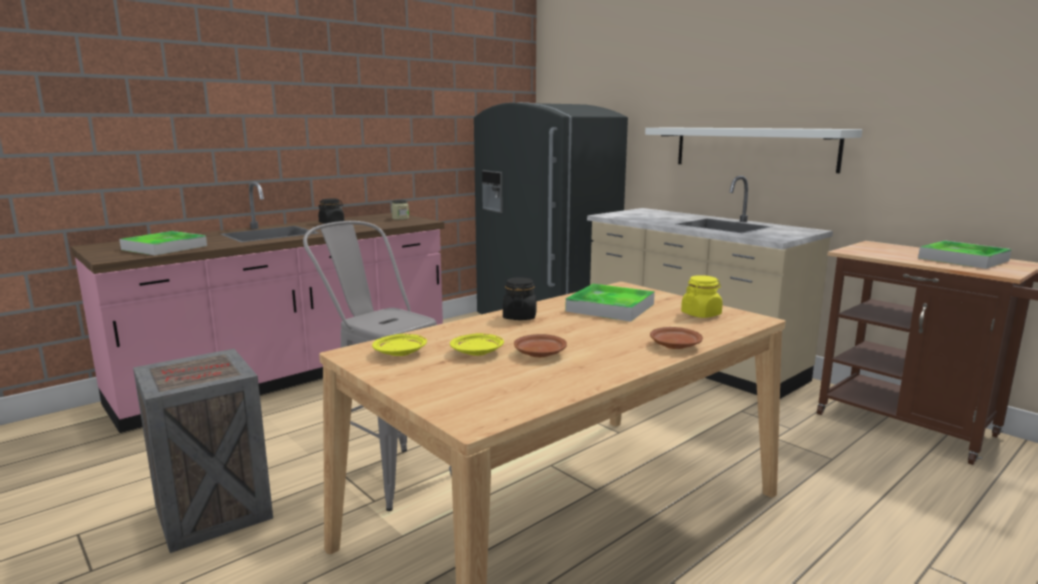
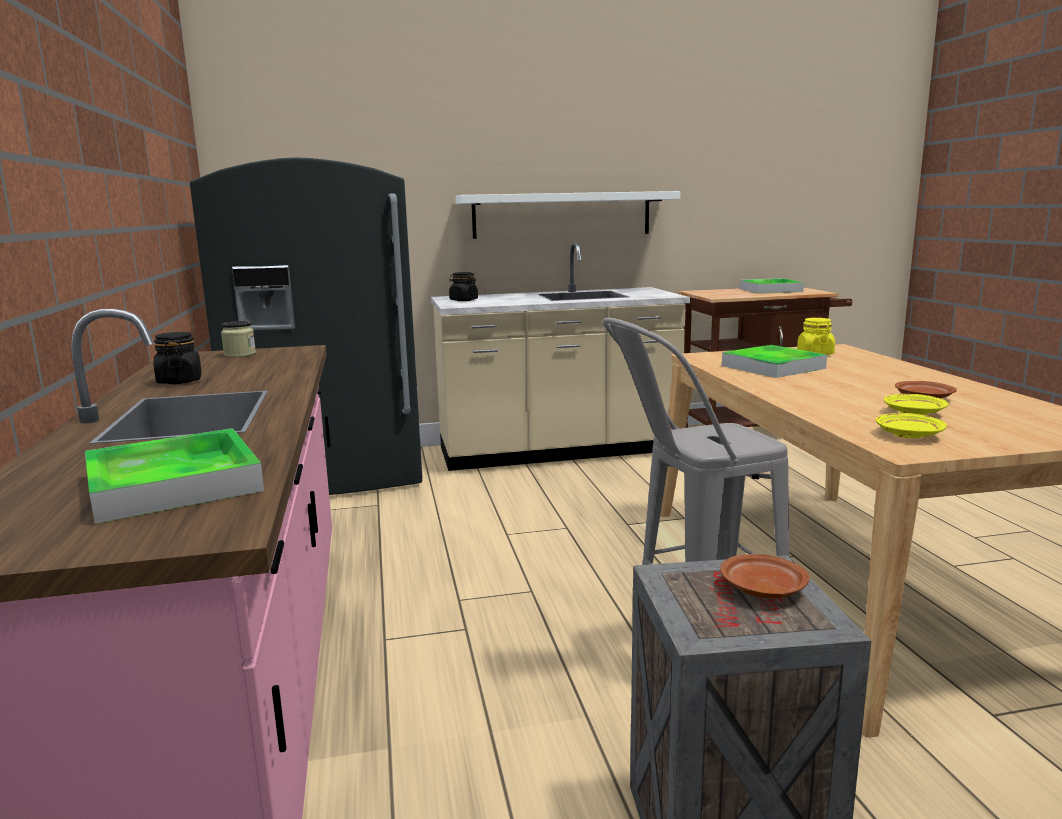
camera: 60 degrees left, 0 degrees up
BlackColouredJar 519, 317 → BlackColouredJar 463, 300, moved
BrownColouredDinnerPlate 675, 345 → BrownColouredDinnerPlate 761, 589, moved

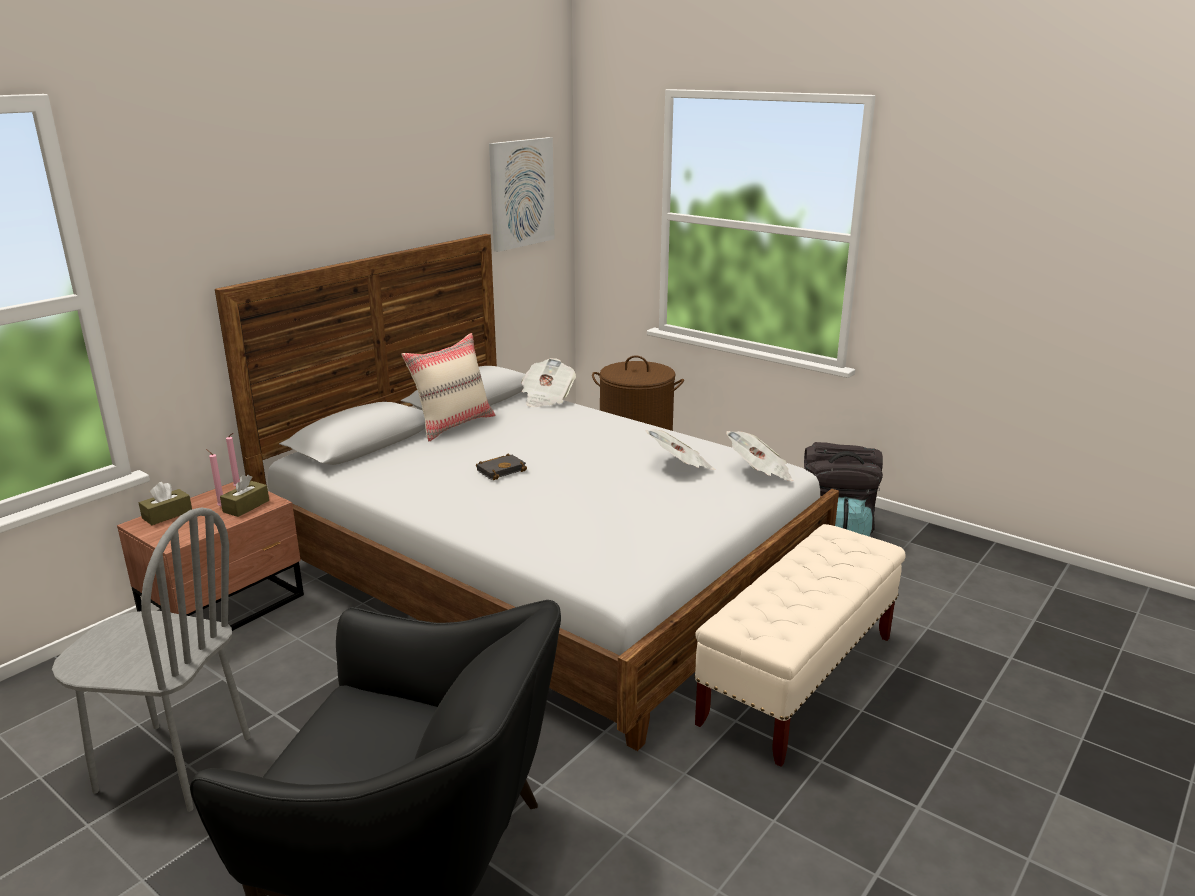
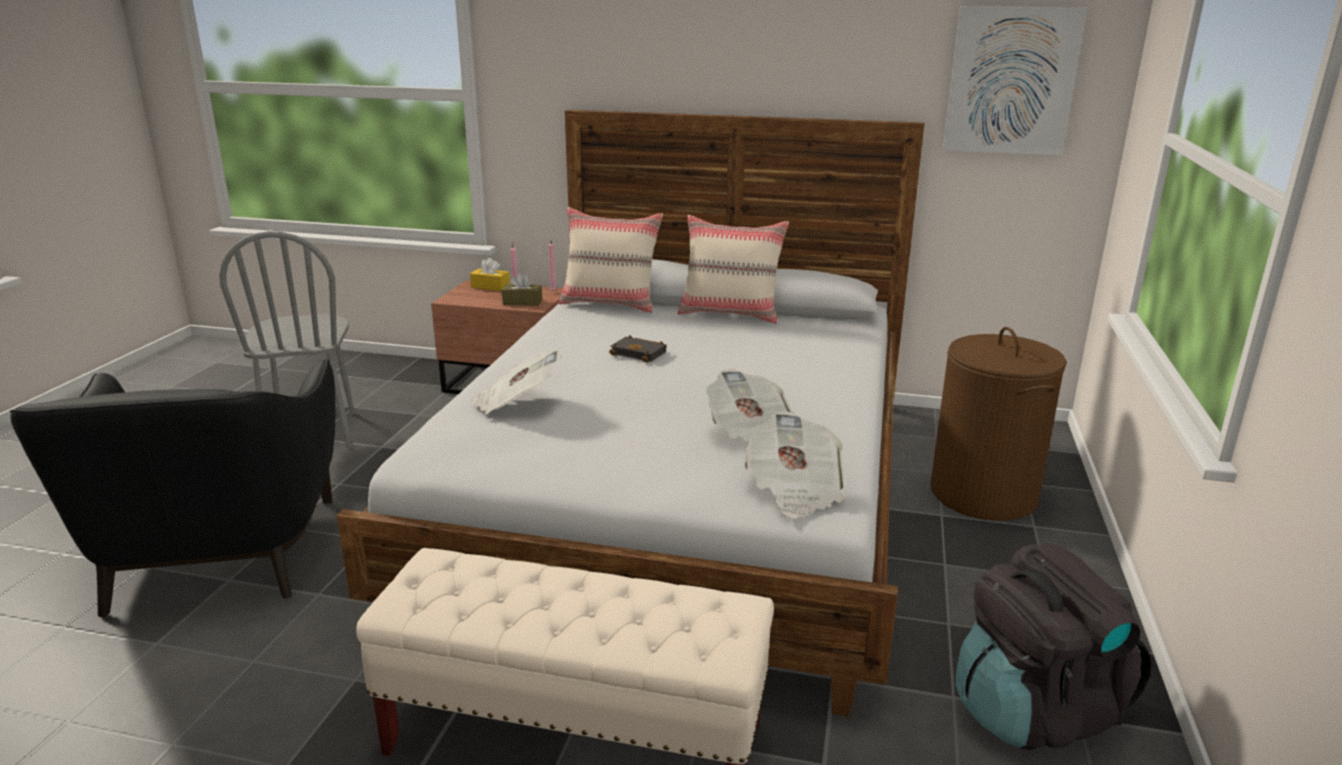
camera: 65 degrees right, 0 degrees up
BrownColouredTissueBox 167, 514 → YellowTissueBox 490, 287
PrintedPaper 546, 398 → PrintedPaper 516, 403, moved
- → BeigeColouredPillow 610, 303

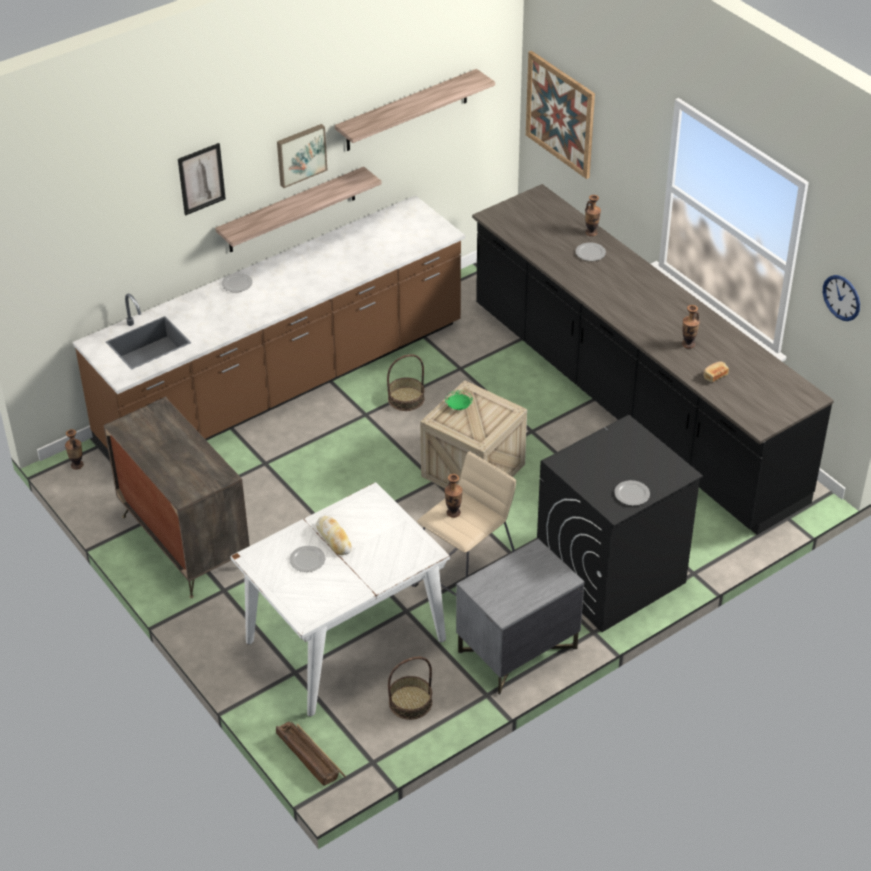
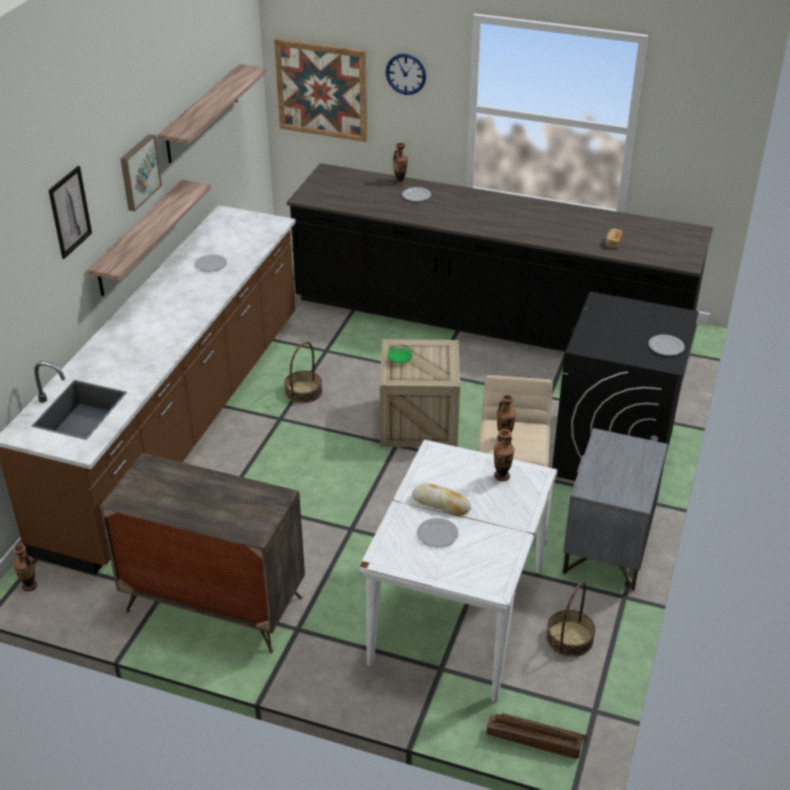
camera: 35 degrees left, 5 degrees down
DinnerPlate 236, 284 → DinnerPlate 210, 265, moved
DecorativeVase 688, 344 → DecorativeVase 502, 476, moved
HangingClock 841, 297 → HangingClock 406, 74, moved

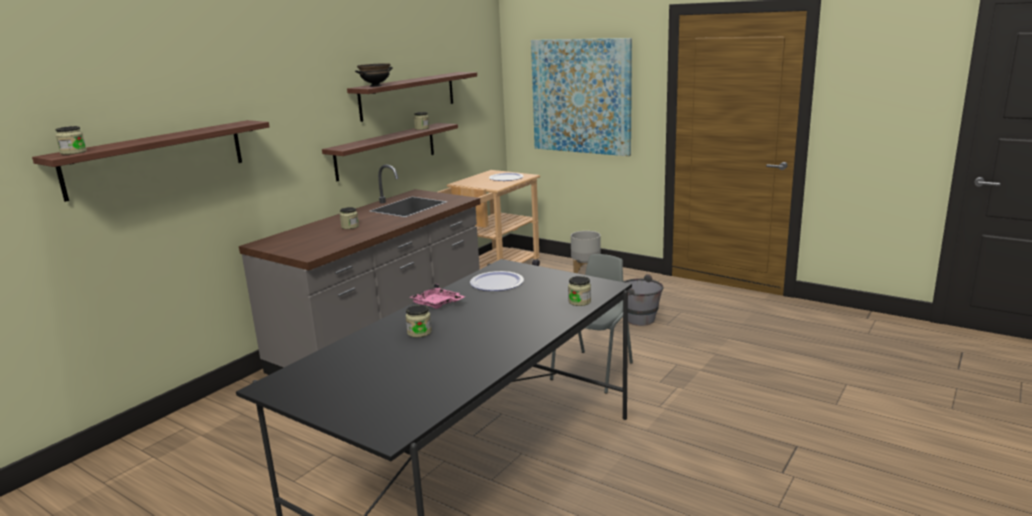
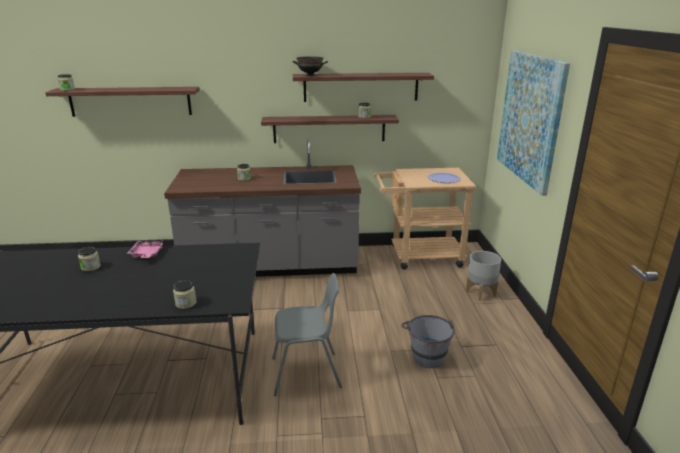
camera: 50 degrees right, 5 degrees up
DinnerPlate 497, 283 → -

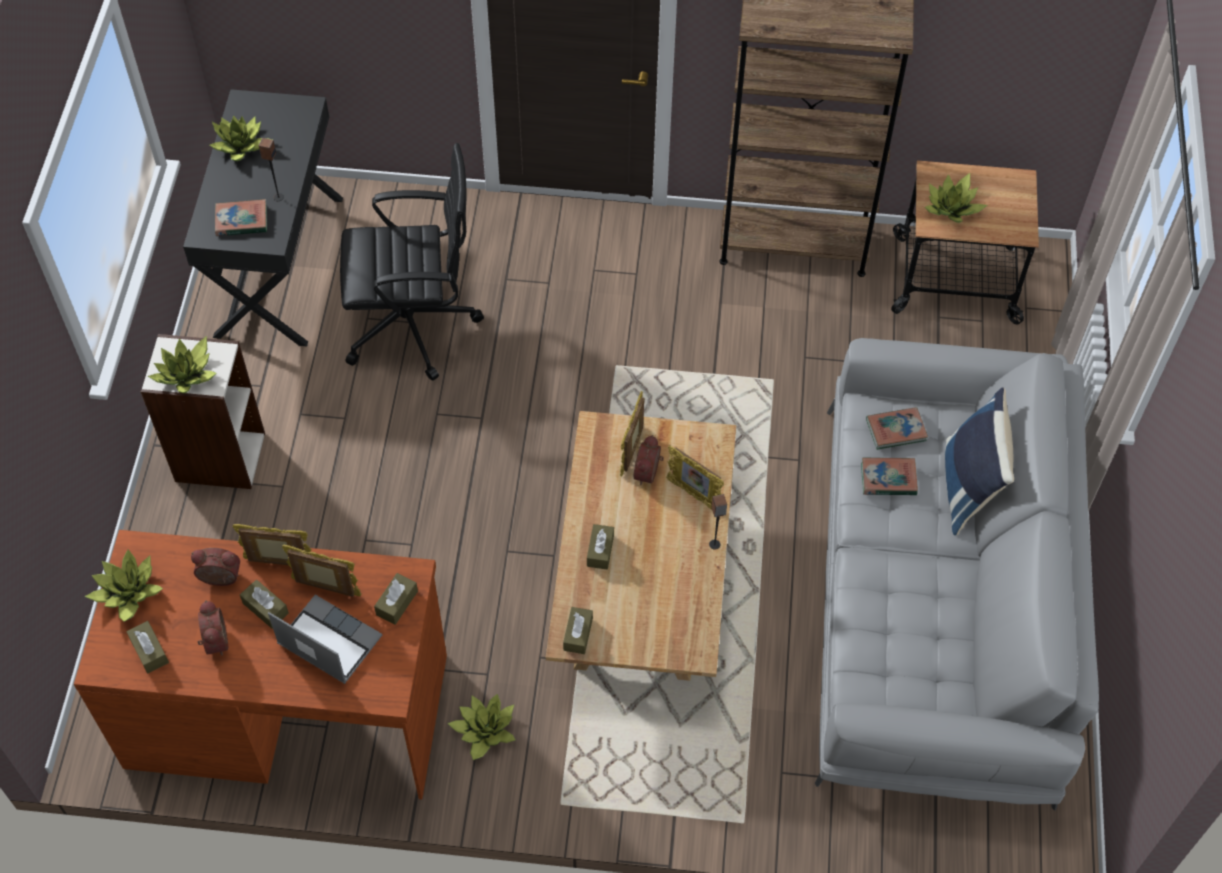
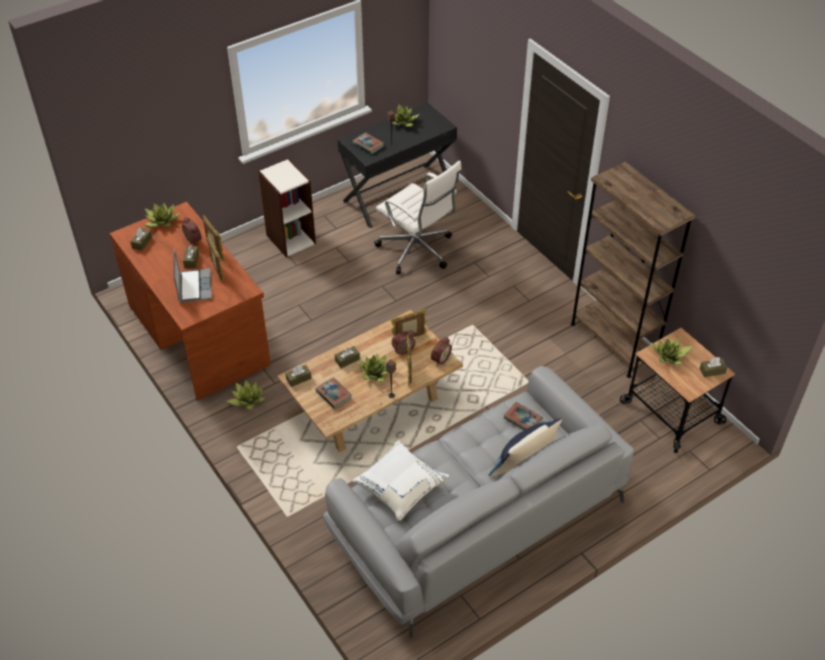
camera: 50 degrees right, 10 degrees down
PottedPlant 186, 374 → PottedPlant 376, 373, moved
TableClock 214, 641 → TableClock 439, 359, moved
BlackColouredDeskChair 414, 325 → WhiteDeskChair 417, 251
BrownColouredTissueBox 397, 603 → BrownColouredTissueBox 712, 371, moved
BoundBook 888, 479 → BoundBook 333, 395, moved
- → WhitePillow 400, 487

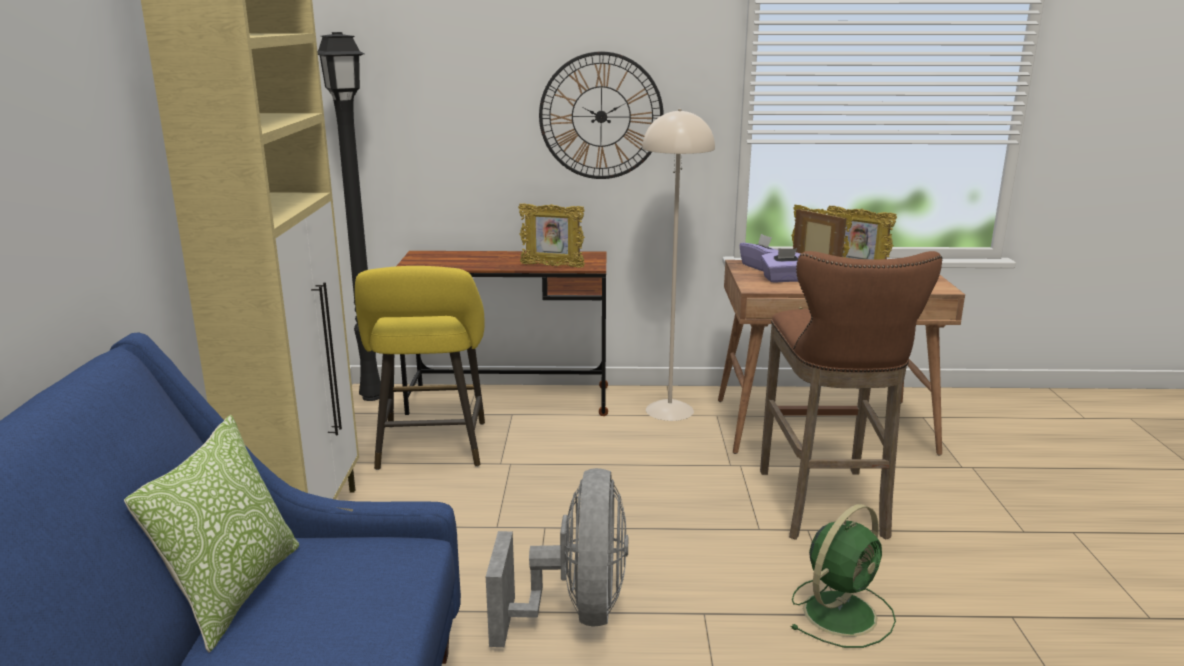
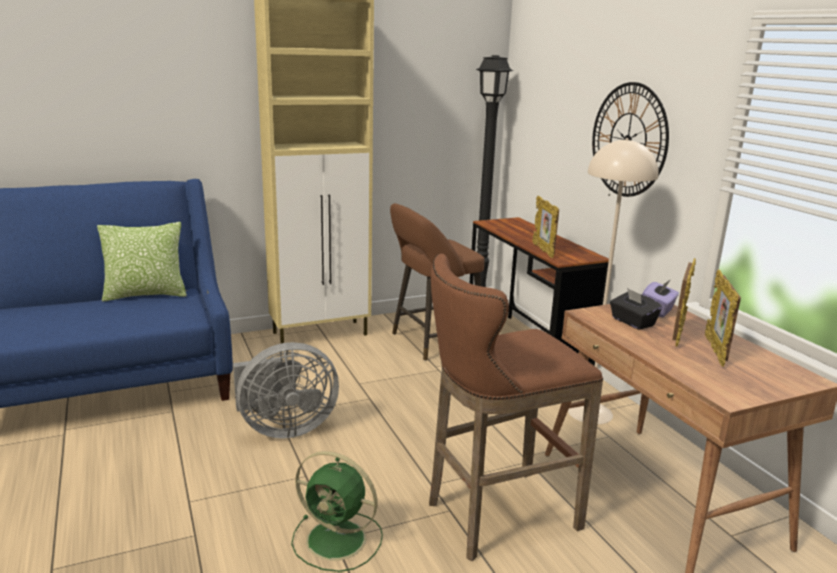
camera: 65 degrees right, 0 degrees up
YellowSittingStool 431, 449 → BrownColouredSittingStool 432, 342
PurpleTissueBox 784, 279 → BlackColouredTissueBox 632, 322

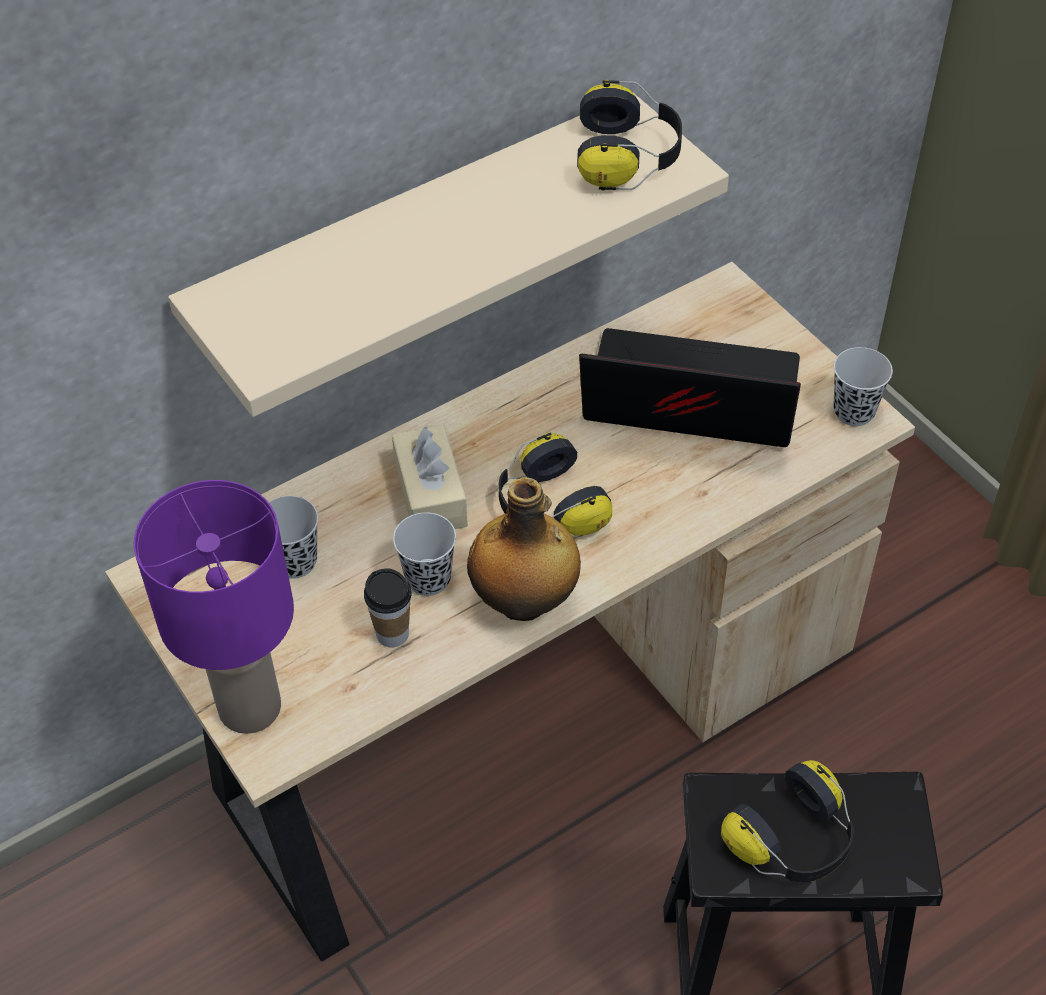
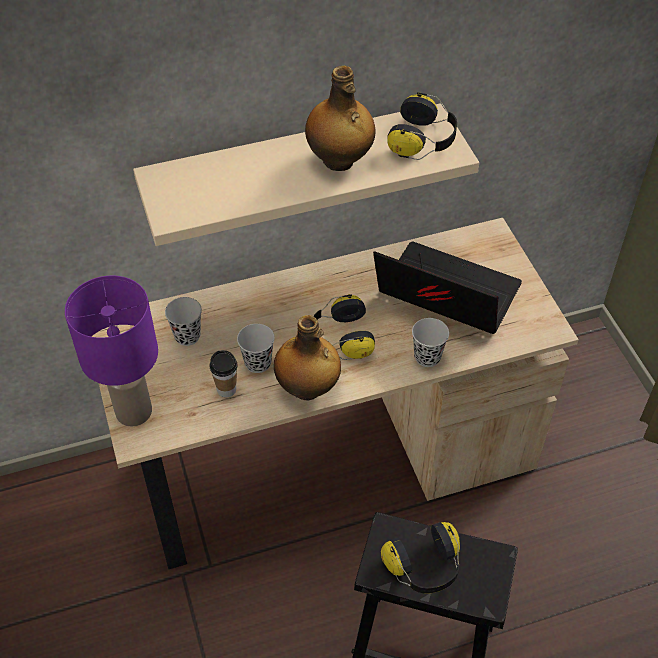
camera: 15 degrees right, 0 degrees up
BeigeColouredTissueBox 430, 494 → -
BlackColouredCup 853, 412 → BlackColouredCup 427, 357, moved
- → Bottle 339, 161

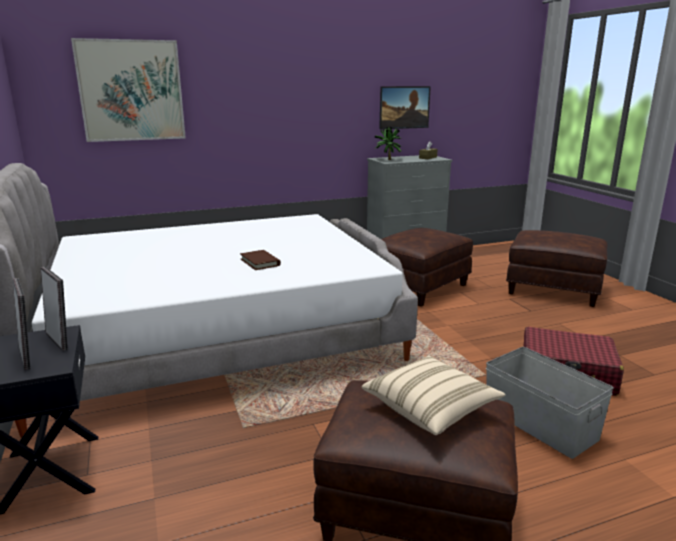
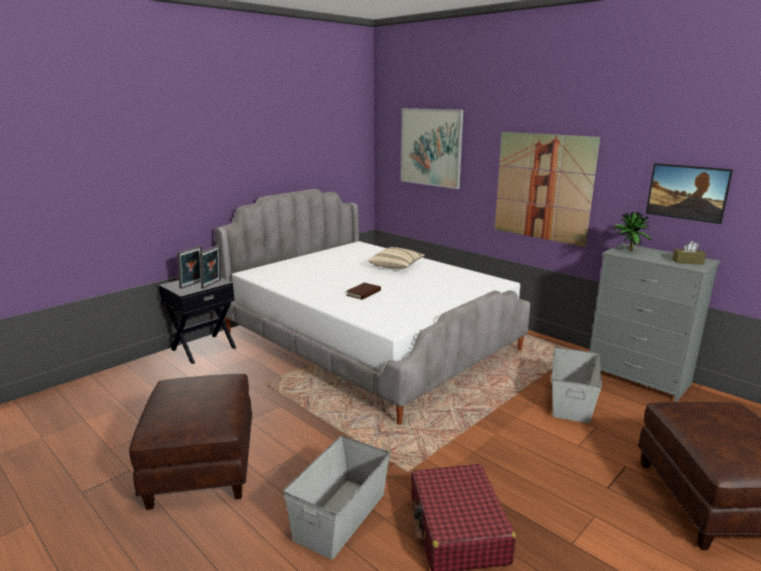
camera: 65 degrees right, 0 degrees up
BeigeColouredPillow 431, 409 → BeigeColouredPillow 396, 267, moved
BrownColouredFootrest 420, 288 → GrayStorageContainer 571, 401
- → WallArt 542, 187

